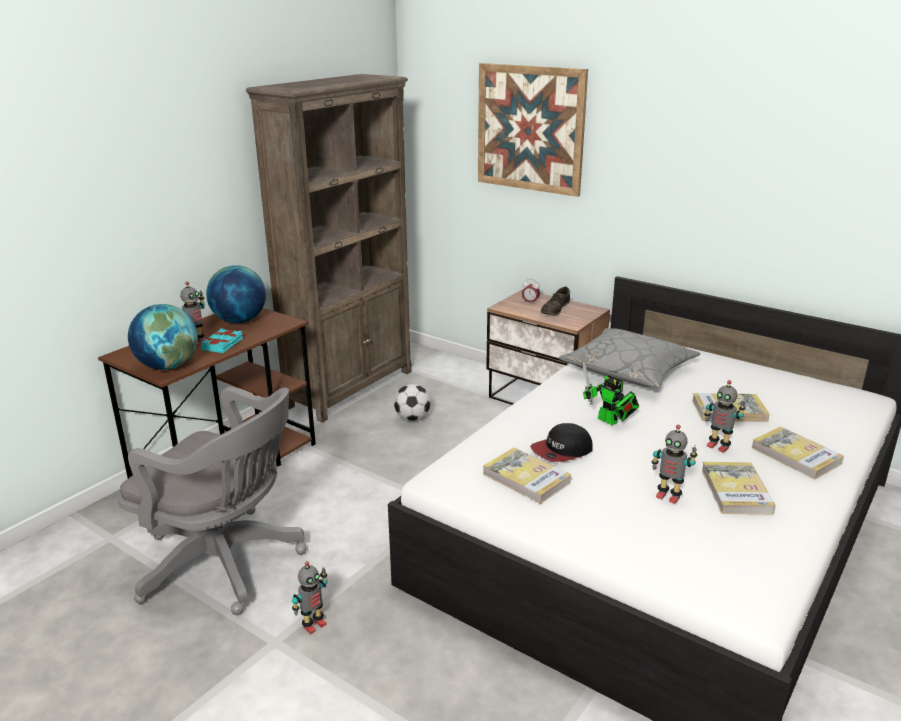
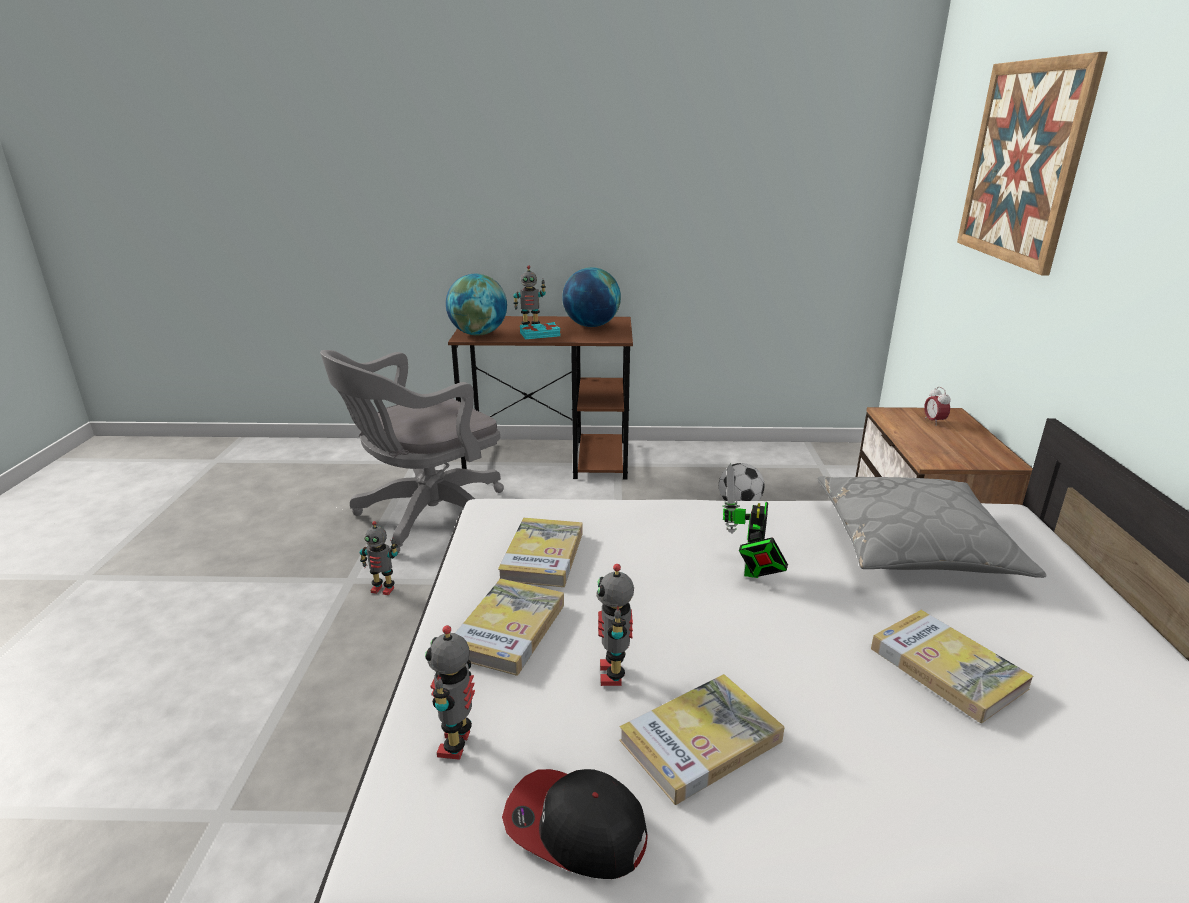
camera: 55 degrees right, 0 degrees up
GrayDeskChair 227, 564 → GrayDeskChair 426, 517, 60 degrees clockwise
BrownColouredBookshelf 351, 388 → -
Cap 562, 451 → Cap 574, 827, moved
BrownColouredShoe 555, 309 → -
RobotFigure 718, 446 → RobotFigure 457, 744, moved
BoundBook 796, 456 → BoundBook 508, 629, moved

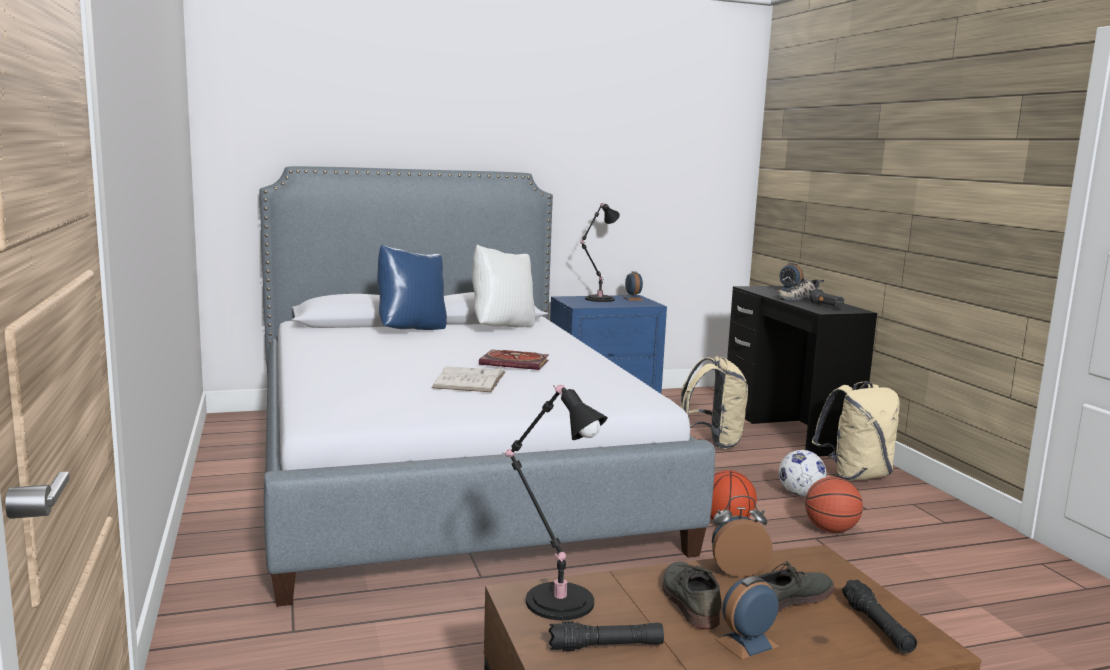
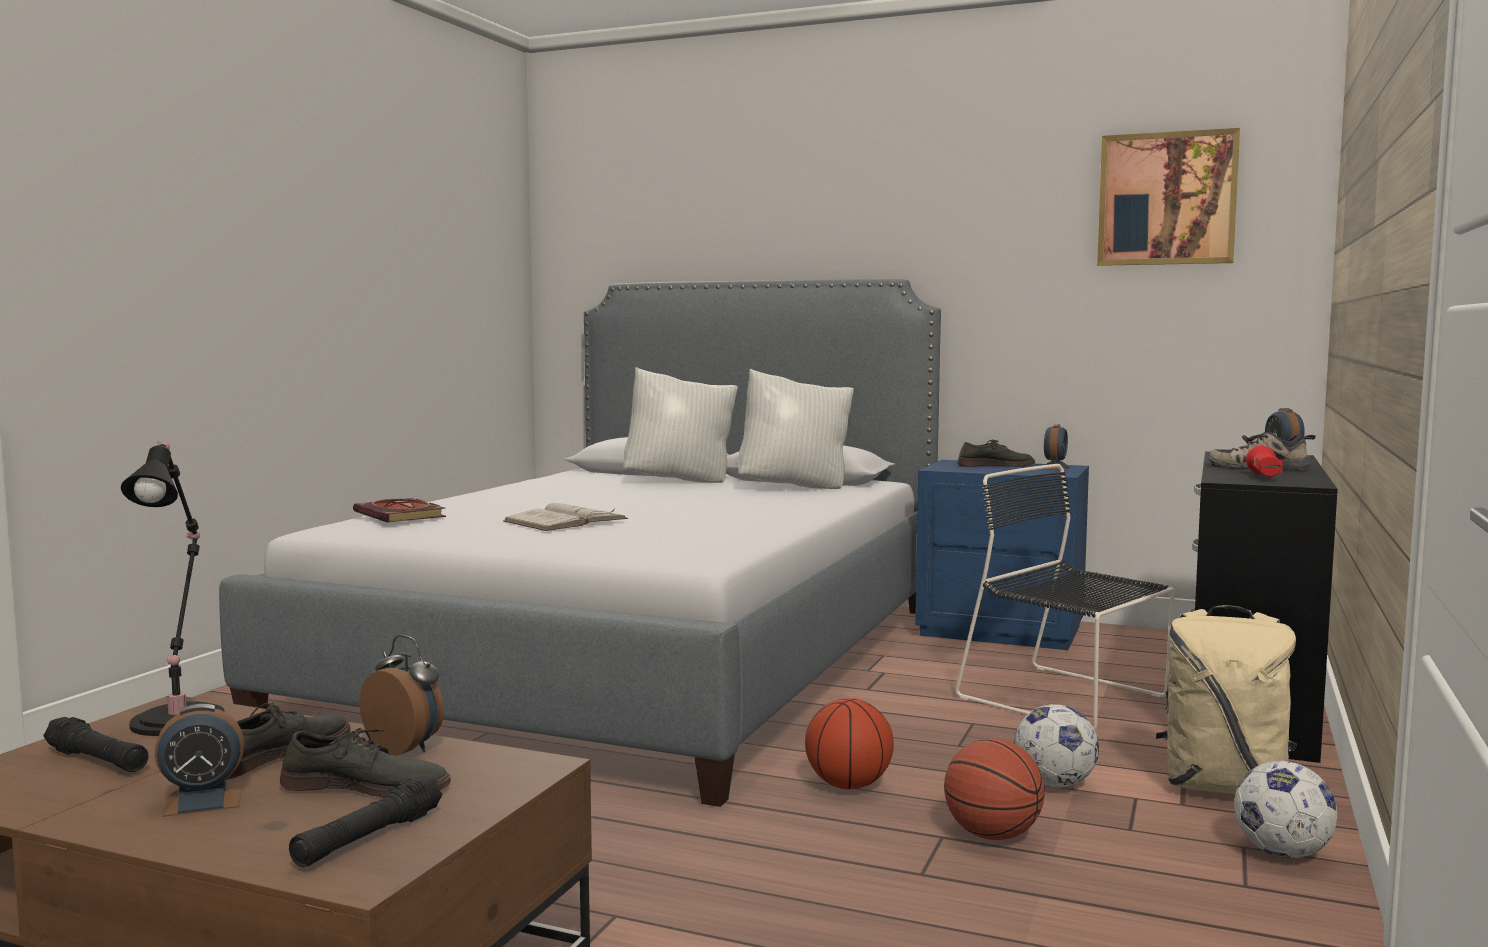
camera: 40 degrees right, 5 degrees down
BlueColouredPillow 411, 330 → WhitePillow 681, 481
BoundBook 516, 363 → BoundBook 402, 515, moved
BlackColouredTableLamp 597, 299 → GrayShoe 995, 465
BeigeColouredKnapsack 713, 442 → BlackColouredChair 1068, 698
TableClock 747, 643 → TableClock 203, 801, 150 degrees clockwise
BlackColouredHandTorch 826, 306 → RedHandTorch 1264, 476
- → WallArt 1167, 199
- → FootballBall 1282, 853

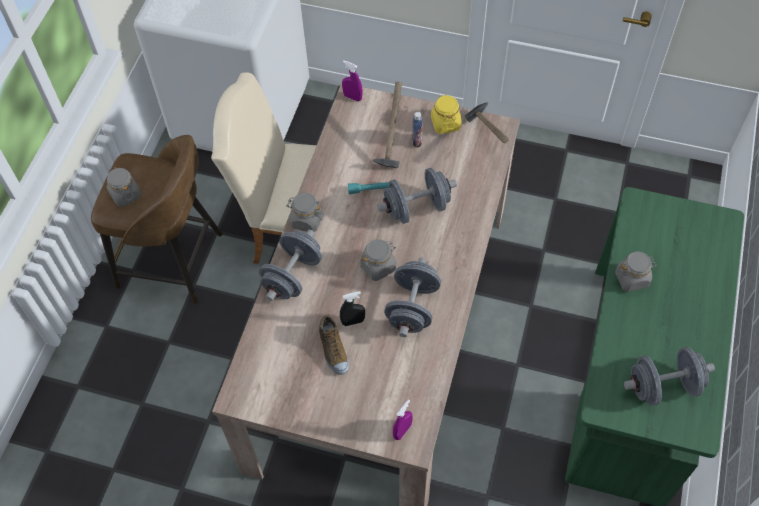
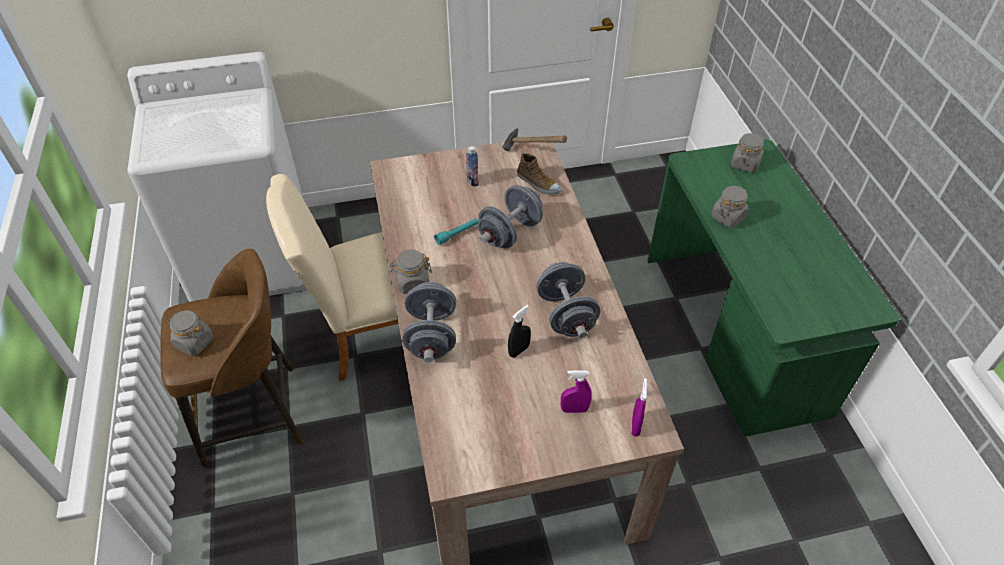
camera: 30 degrees left, 10 degrees down
Shoe 333, 350 → Shoe 538, 184, moved
PurpleSprayer 352, 97 → PurpleSprayer 574, 409, moved
GrayJar 378, 267 → GrayJar 745, 164, moved
ToolHammer 391, 144 → -
YellowJar 445, 123 → -
GrayDumbbell 663, 386 → -

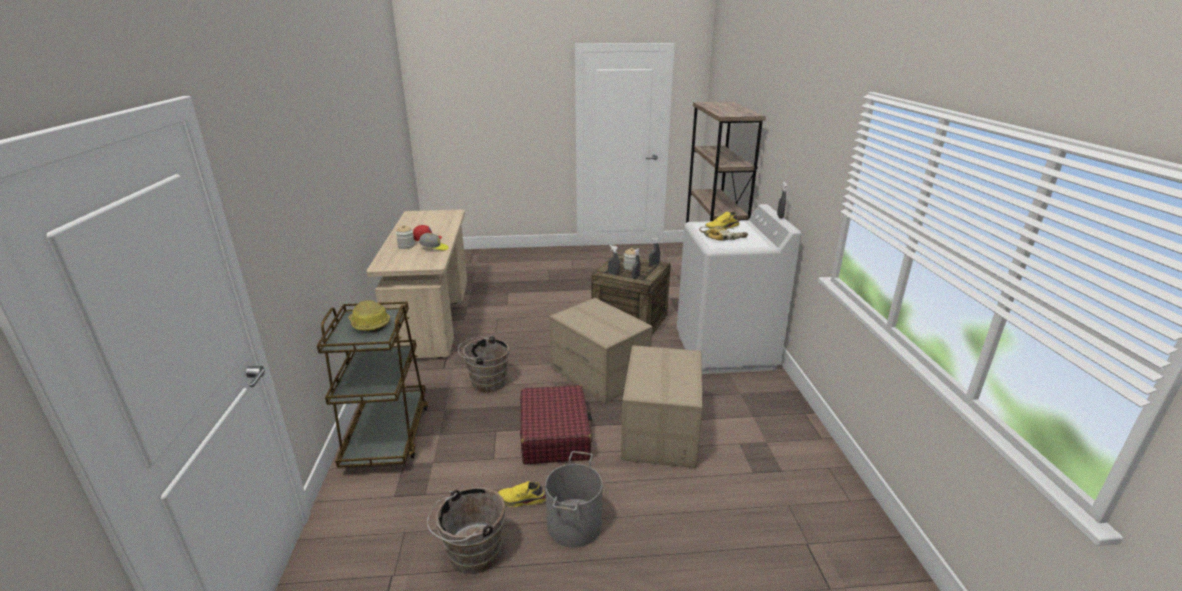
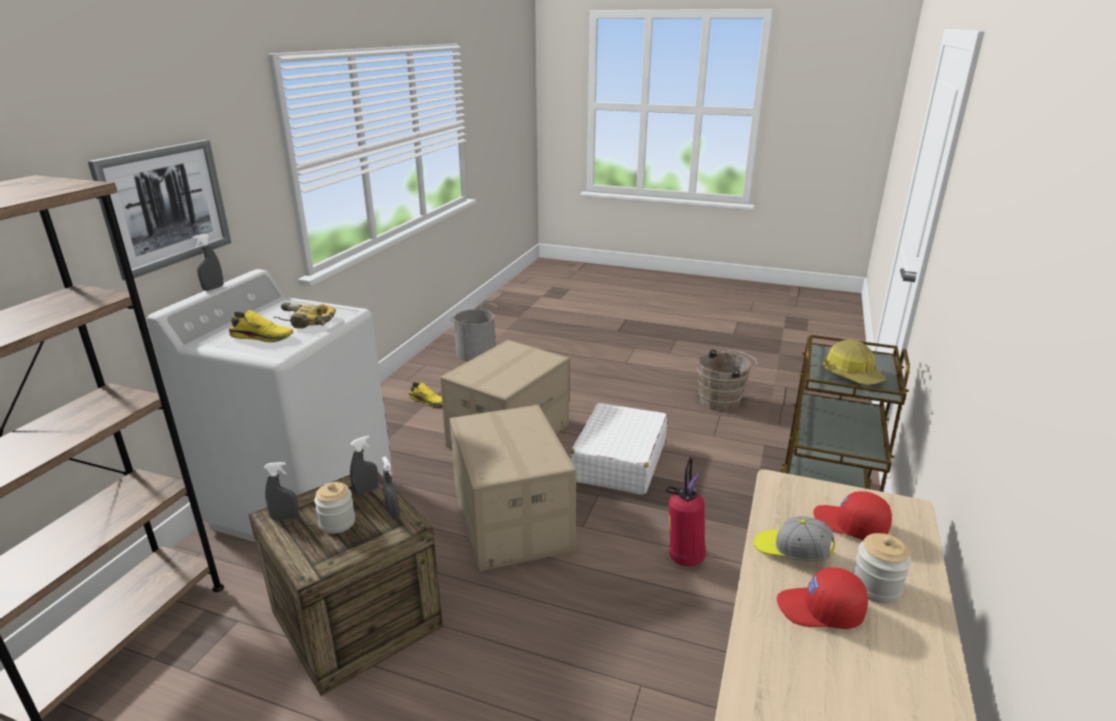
camera: 155 degrees left, 0 degrees up
BrownColouredPail 486, 382 → FireExtinguisher 684, 557
YellowShoe 522, 500 → YellowShoe 427, 400, moved
RedSuitcase 555, 434 → WhiteSuitcase 618, 461
GrayPail 573, 524 → GrayPail 476, 353, moved
- → WallArt 165, 206
- → RedCap 849, 525

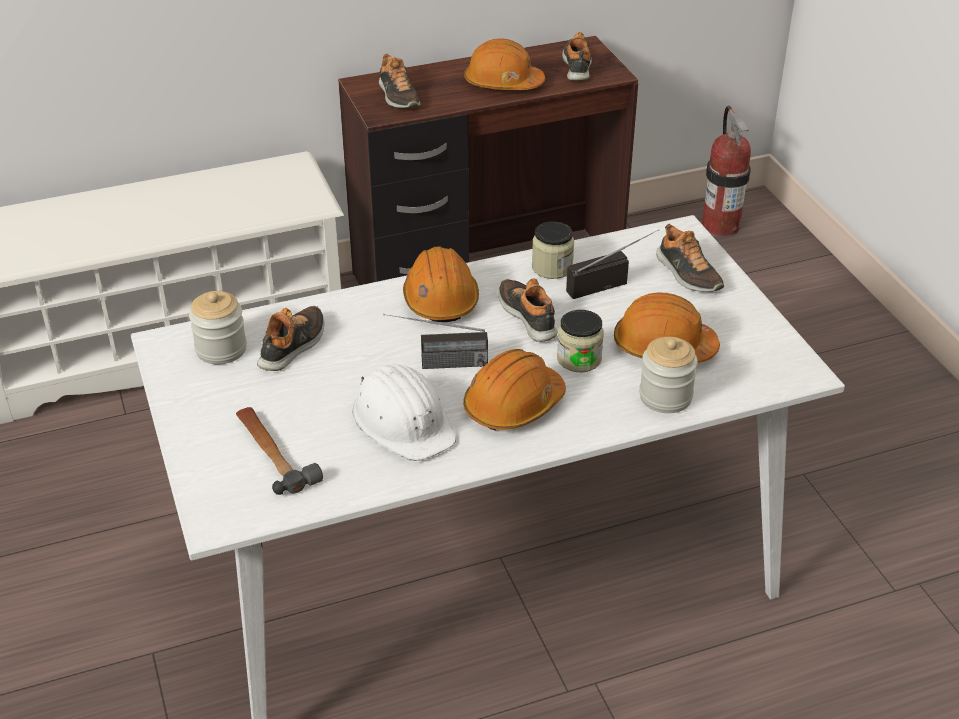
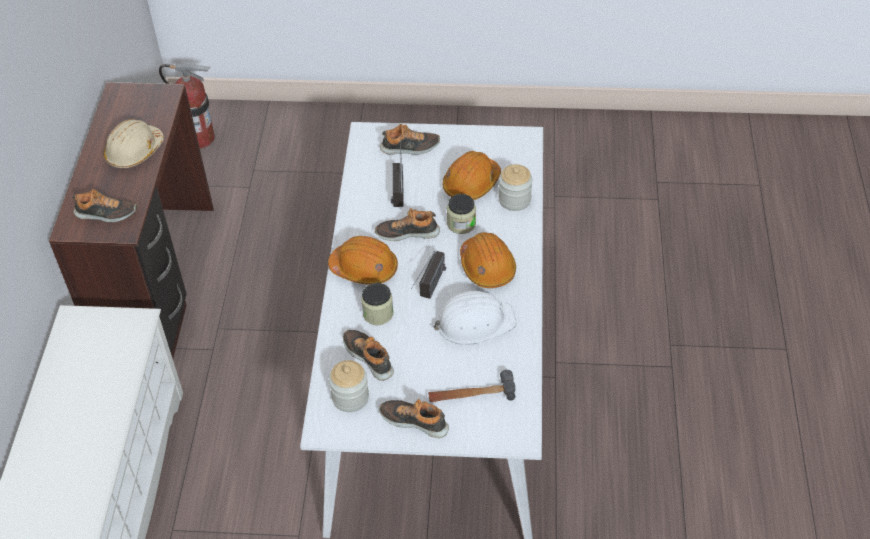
camera: 65 degrees left, 10 degrees up
OrangeColouredWorkHelmet 503, 83 → BeigeColouredWorkHelmet 134, 152
Jar 552, 267 → Jar 378, 313, moved
Shoe 577, 66 → Shoe 414, 421, moved

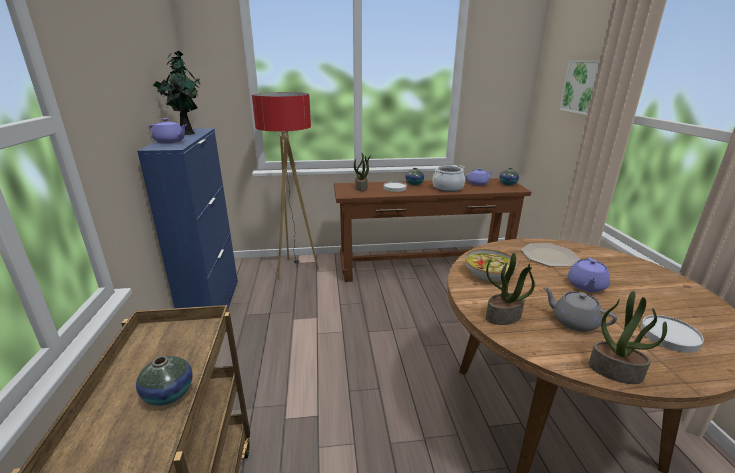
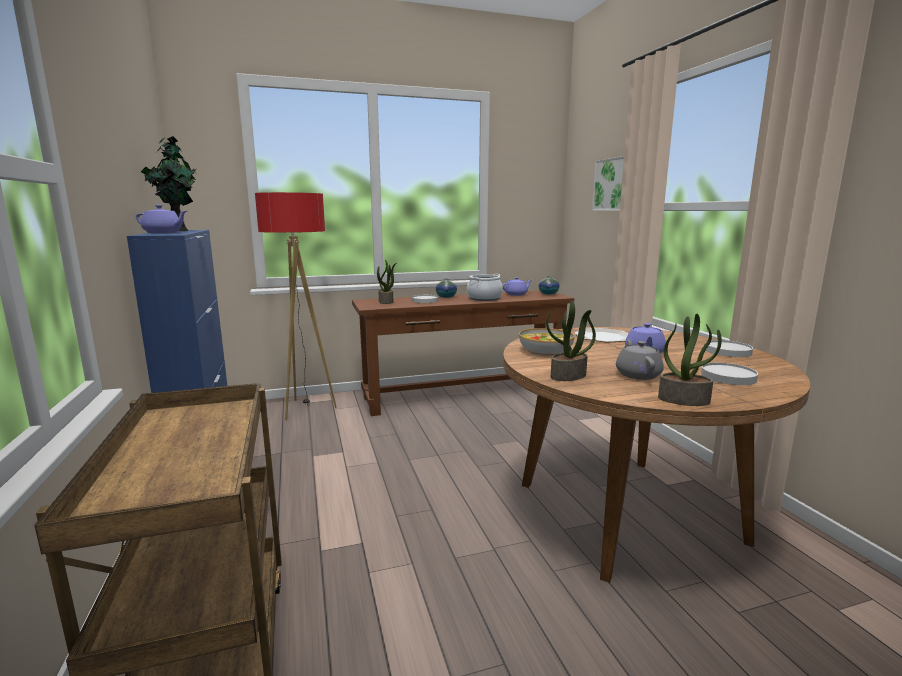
camera: 10 degrees left, 10 degrees down
DecorativeVase 169, 394 → -
GrayTeapot 573, 321 → GrayTeapot 637, 374, 60 degrees clockwise
- → WhiteDinnerPlate 728, 351

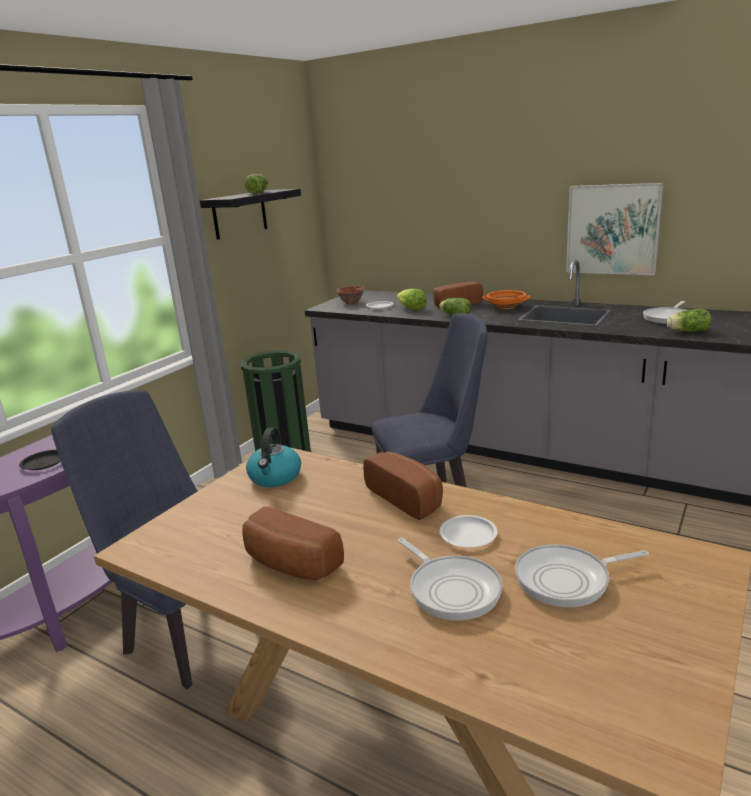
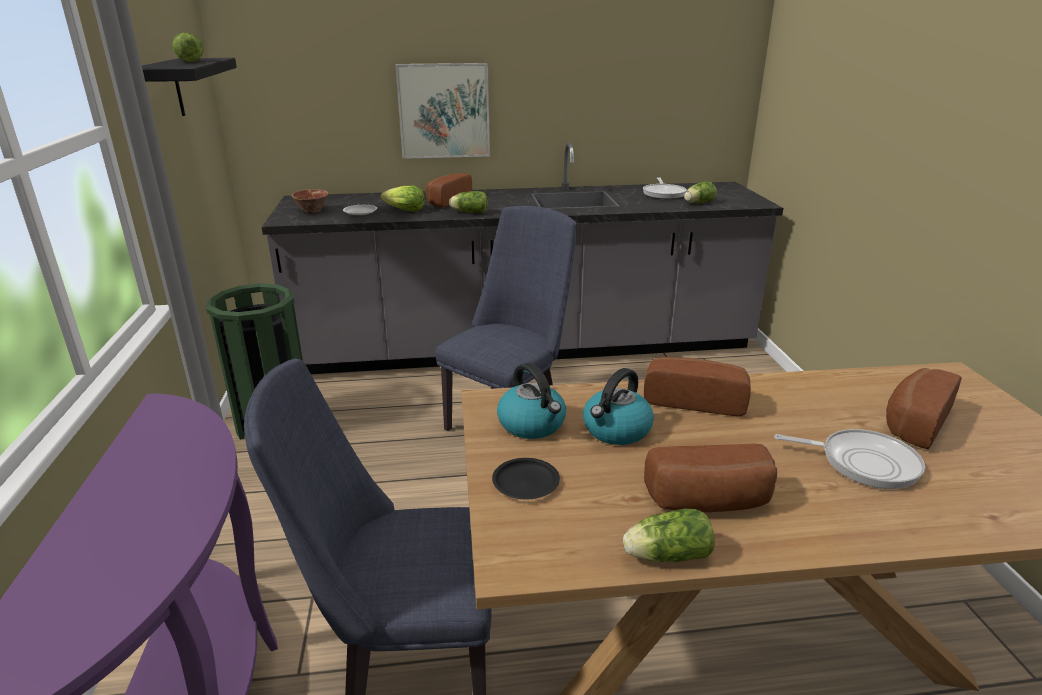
camera: 40 degrees left, 5 degrees up
BlackColouredDinnerPlate 43, 463 → BlackColouredDinnerPlate 526, 483, moved
WhiteDinnerPlate 467, 535 → -
OrangeColouredBowl 505, 307 → -
Skillet 567, 580 → BakedBread 913, 422
WallArt 612, 229 → WallArt 444, 111, moved
- → TeaKettle 616, 430
- → LettuceHead 665, 555

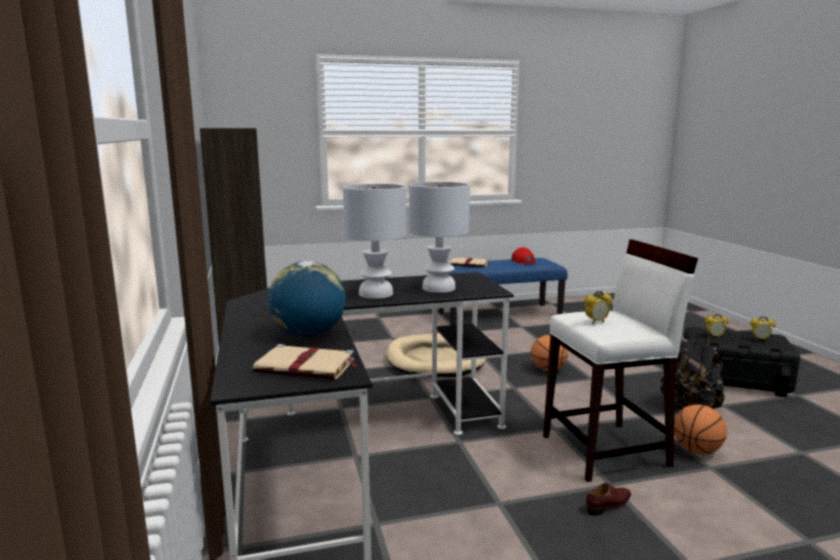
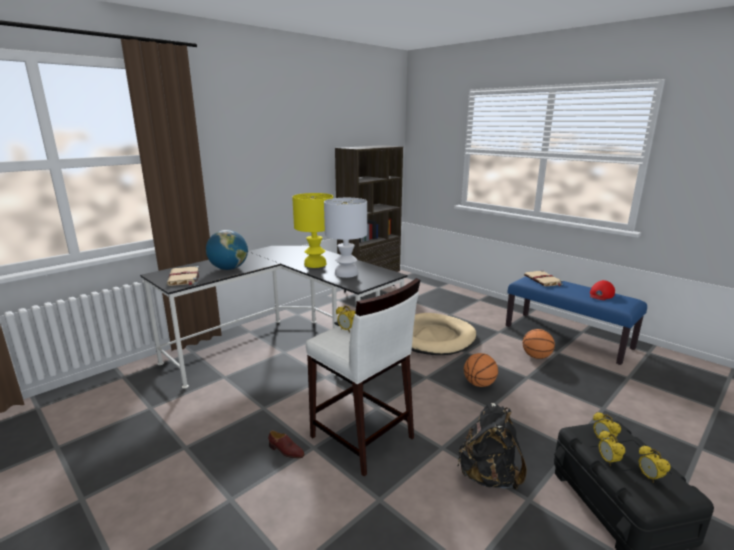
camera: 60 degrees right, 5 degrees up
WhiteTableLamp 376, 293 → YellowTableLamp 316, 264
BallForBasketball 696, 451 → BallForBasketball 536, 357, moved
- → TableClock 607, 461

